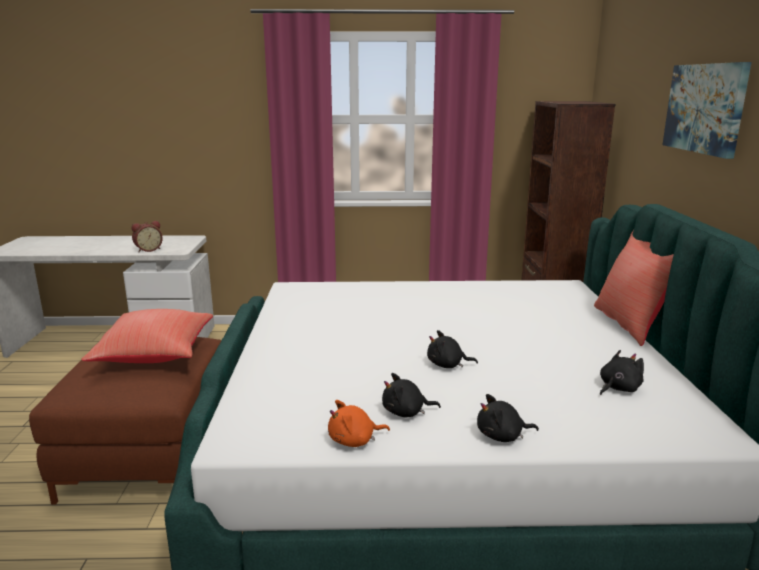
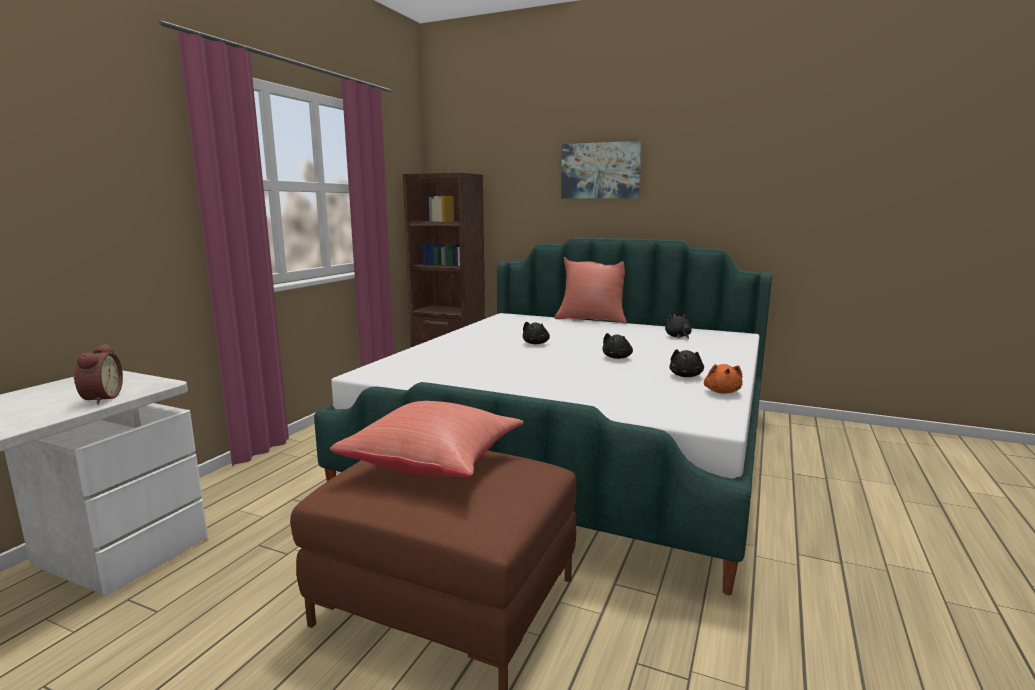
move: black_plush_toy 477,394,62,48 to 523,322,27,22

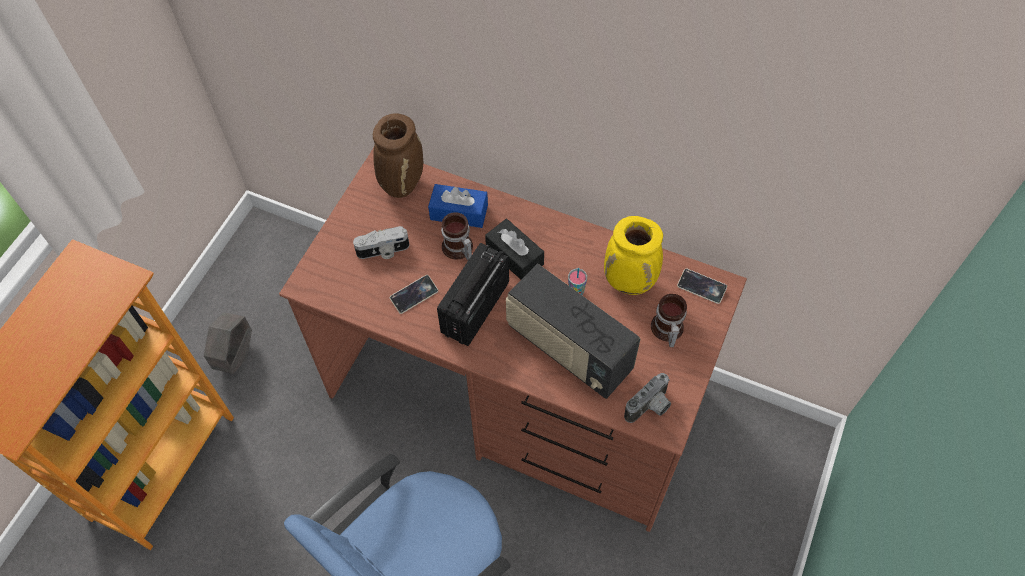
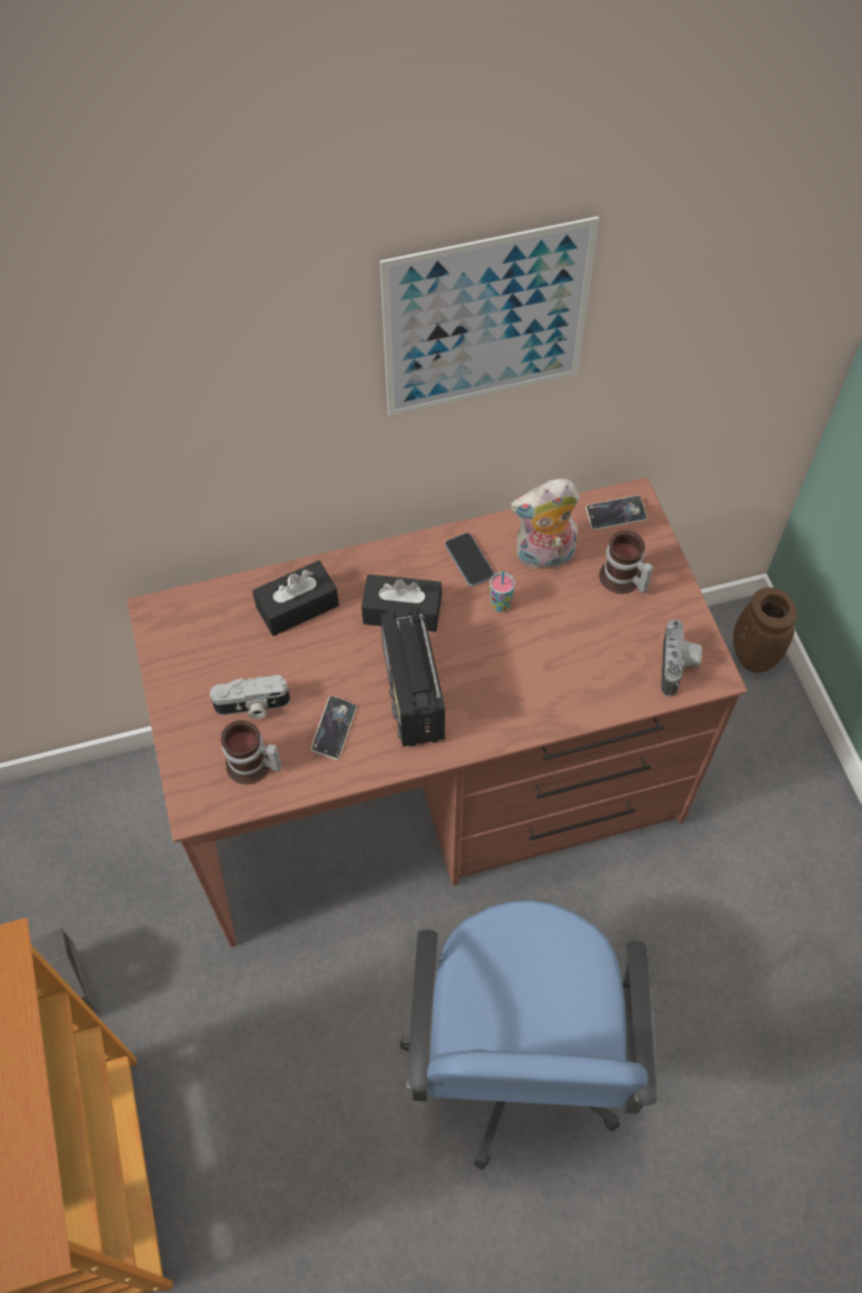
delete: radio 506,263,135,136
insert: picture 380,216,219,200; phone 445,533,49,53
move: brown_vase 373,113,50,85 to 733,587,64,86; mug 441,212,32,48 to 221,720,61,64
replace: yellow_vase 604,216,59,79 to plush_toy 510,478,70,91
recolor: blue_tissue_box 428,184,60,44 to black_tissue_box 253,560,86,76
rotate: photo_camera 353,226,56,33 = 210,675,80,44 45 degrees clockwise

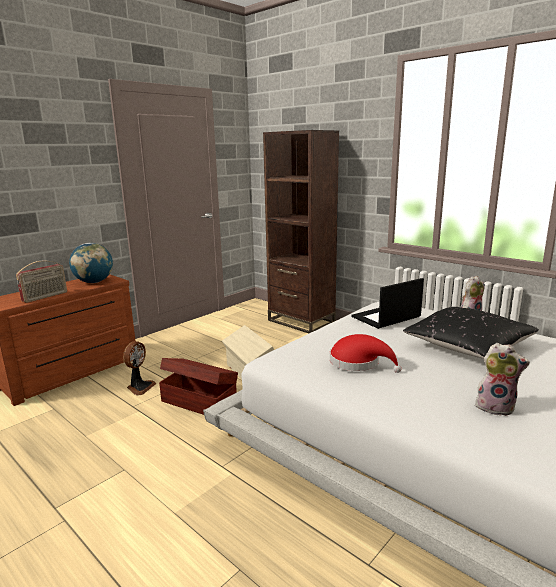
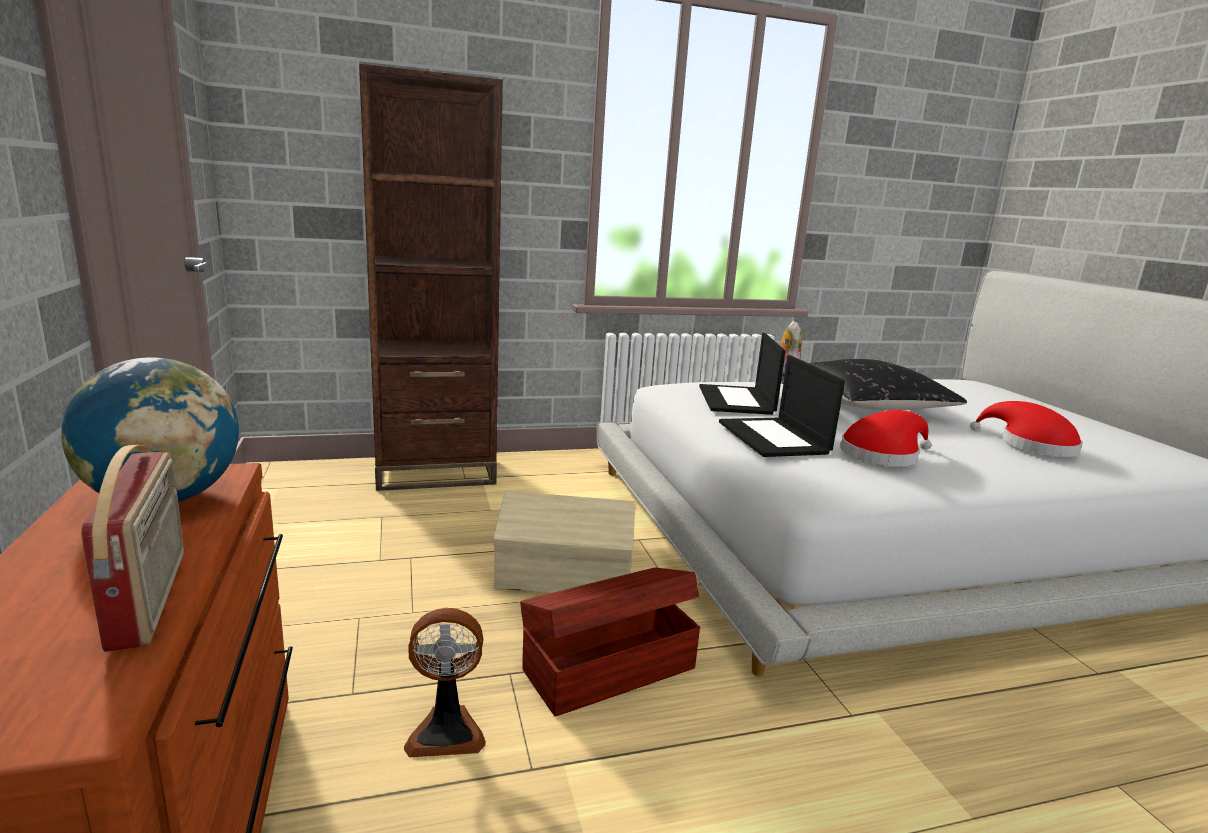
insert: laptop 719,355,126,102
replace: plush_toy 475,343,55,73 to red_hat 970,401,113,56
rotate: fan 123,341,34,54 = 404,608,82,149 120 degrees clockwise

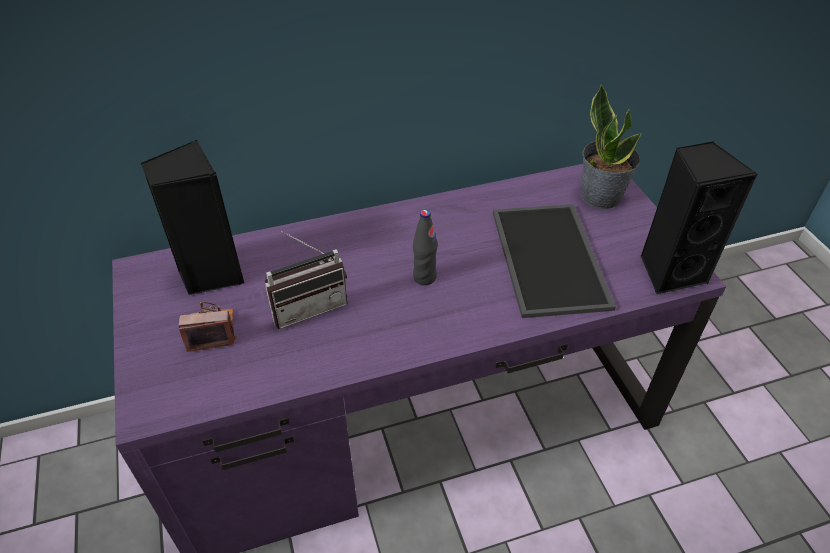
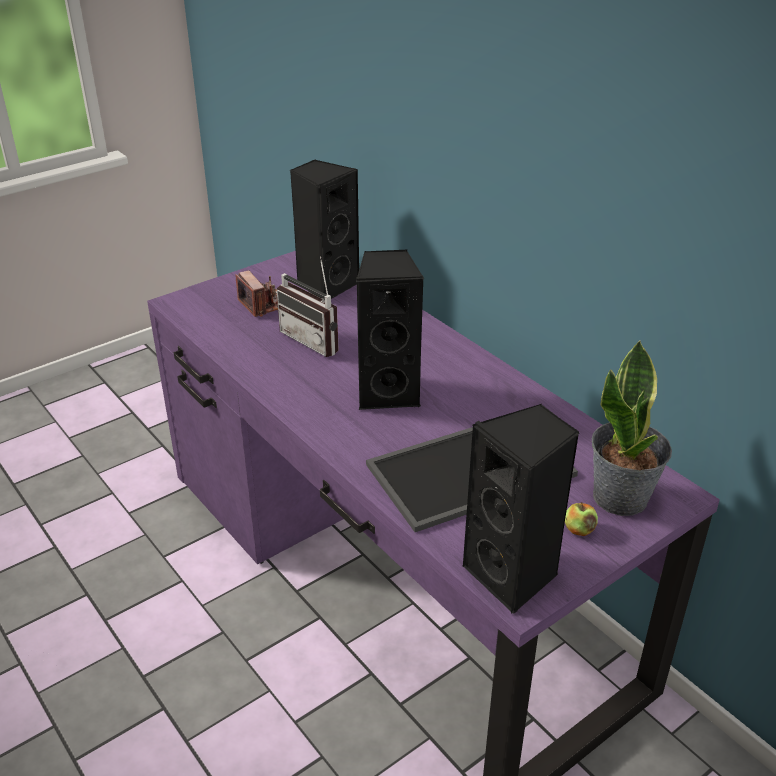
insert: apple 565,502,33,34
replace: black_bottle 413,210,25,75 to black_speaker 356,250,68,160

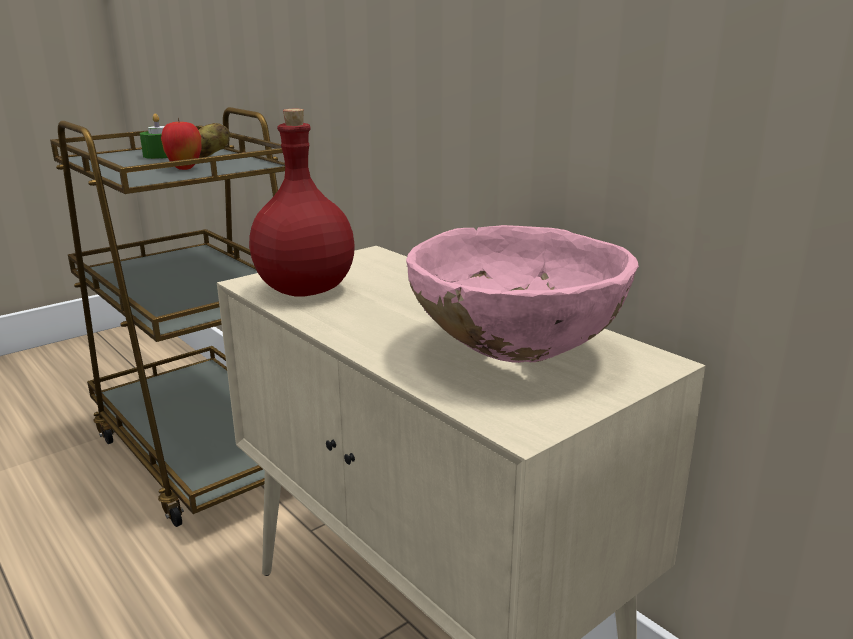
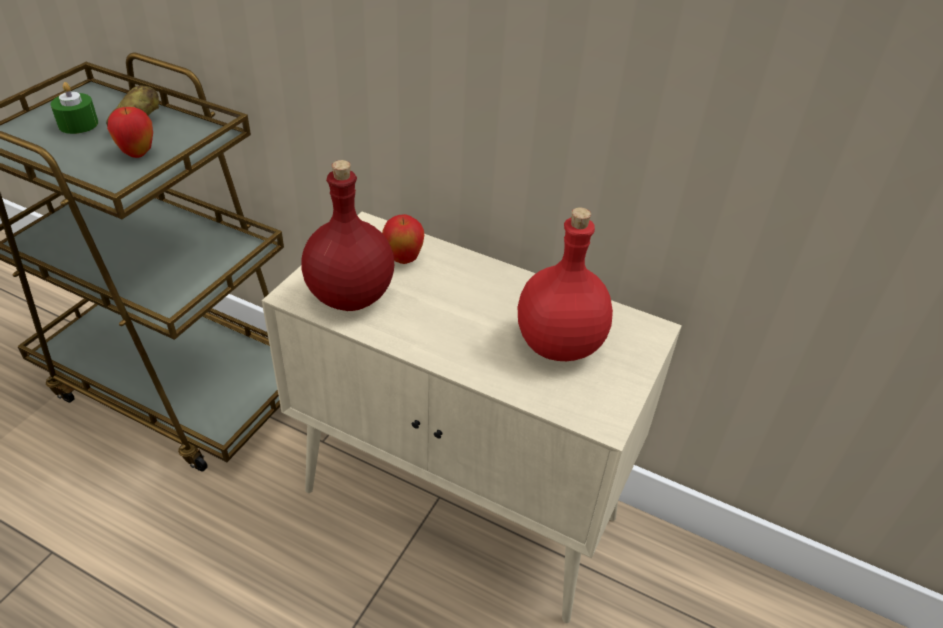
insert: apple 382,214,42,50
replace: pink_bowl 406,225,233,138 to red_bottle 518,208,95,153

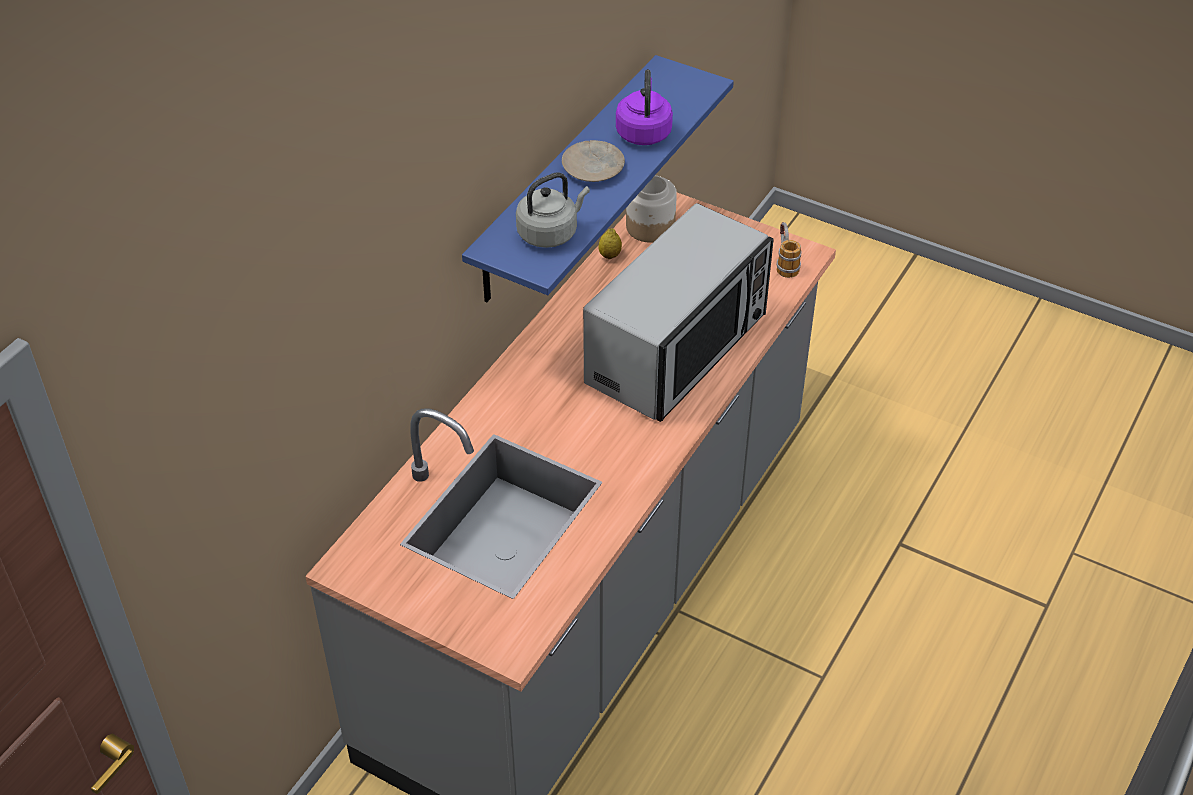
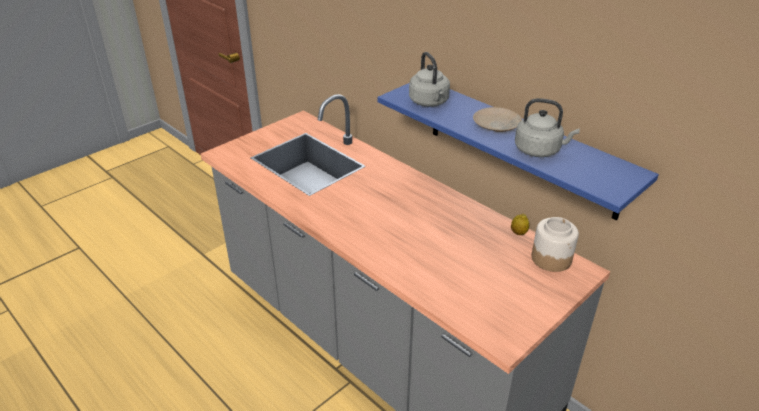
delete: microwave 583,203,191,219; mug 776,222,26,56
recolor: purple_kettle 616,69,57,76 to grey_kettle 515,98,65,59

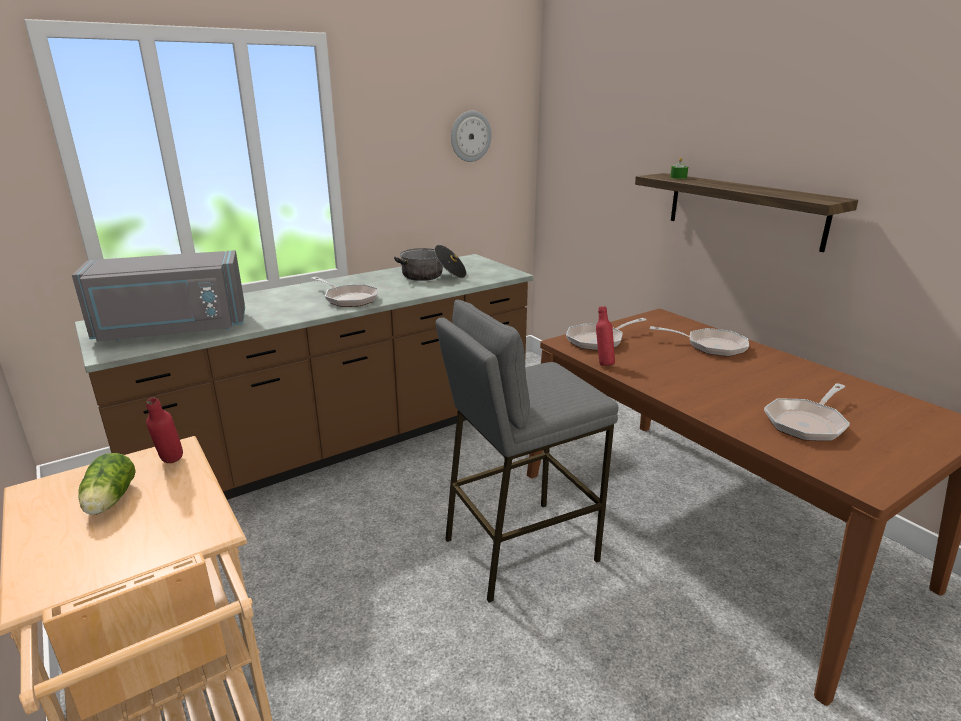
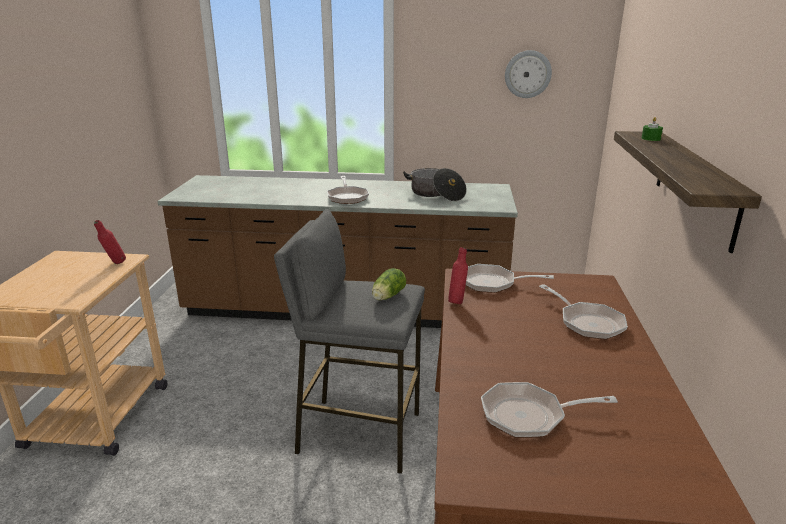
delete: grey_microwave 72,250,173,91
move: lettuce 78,453,58,62 to 372,268,34,32

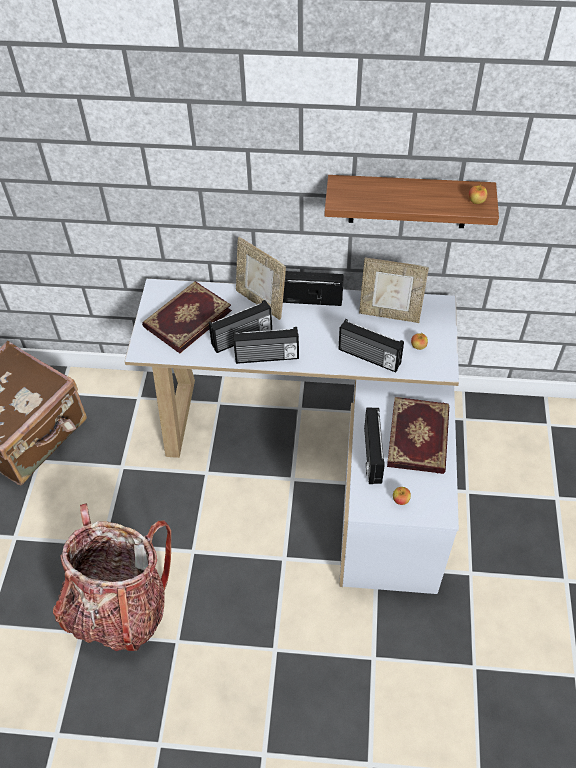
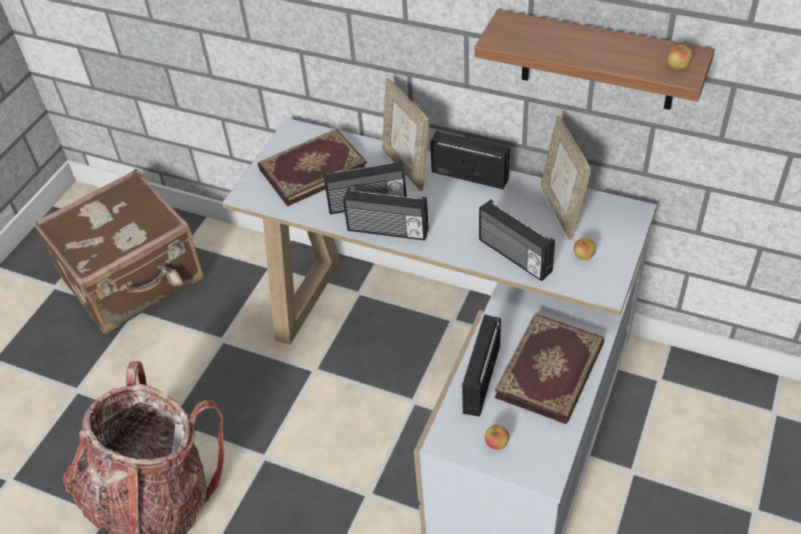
rotate: picture_frame 359,258,70,65 = 541,116,50,123 45 degrees clockwise

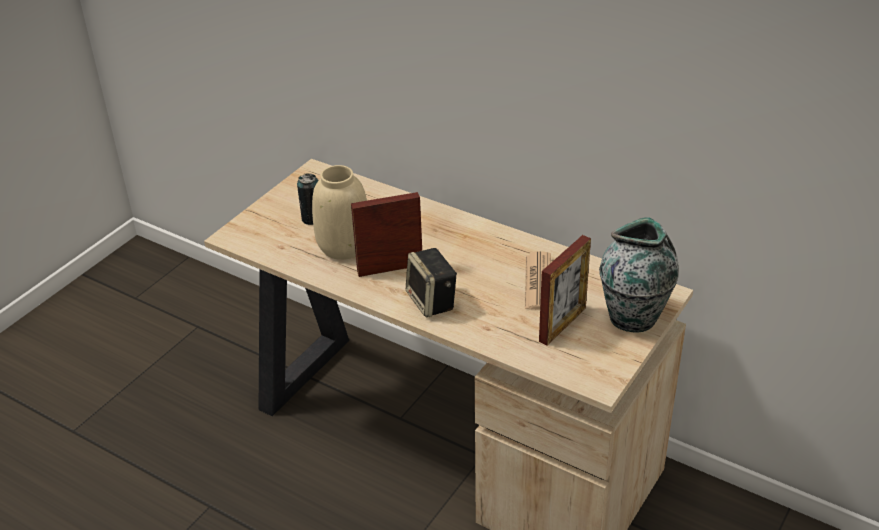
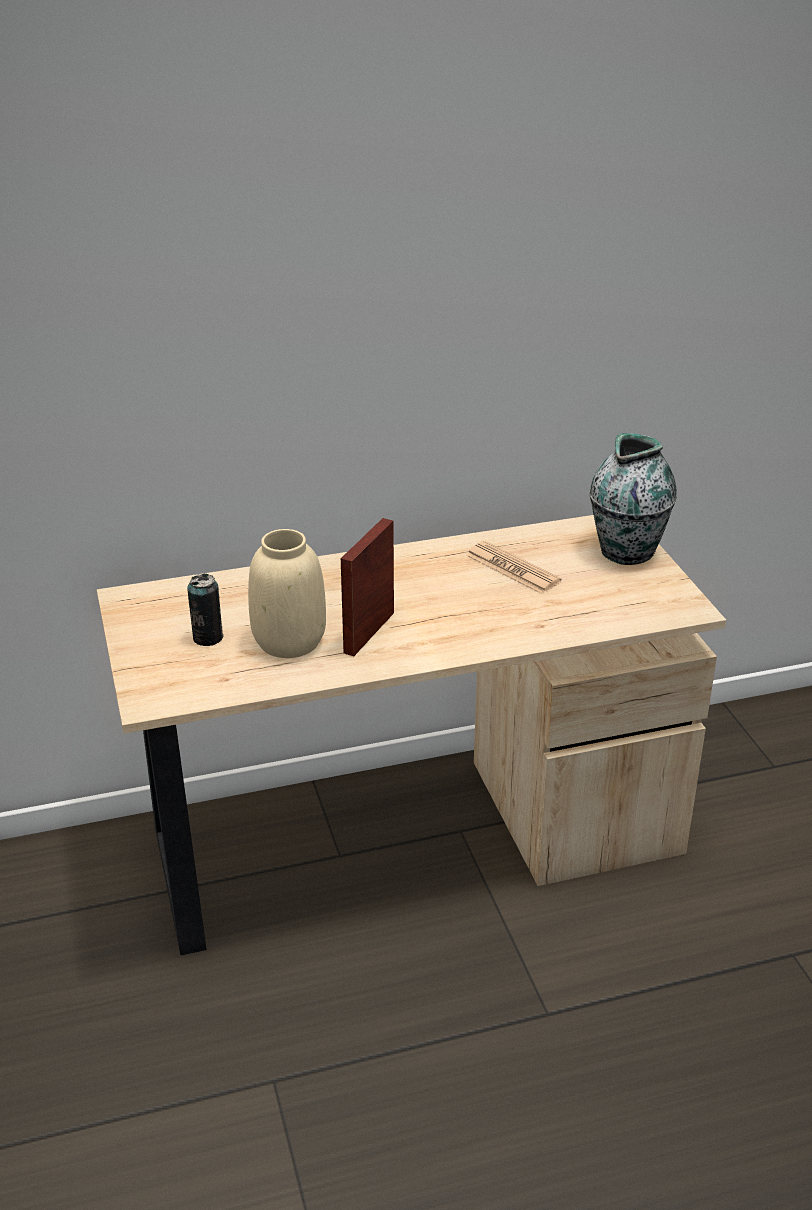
delete: speaker 406,248,51,70; picture_frame 539,235,52,111

